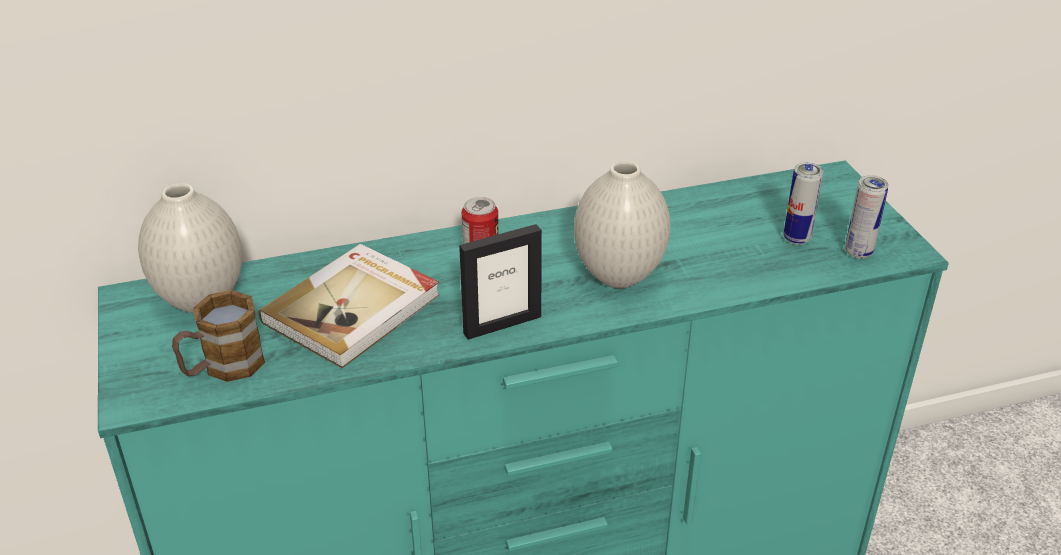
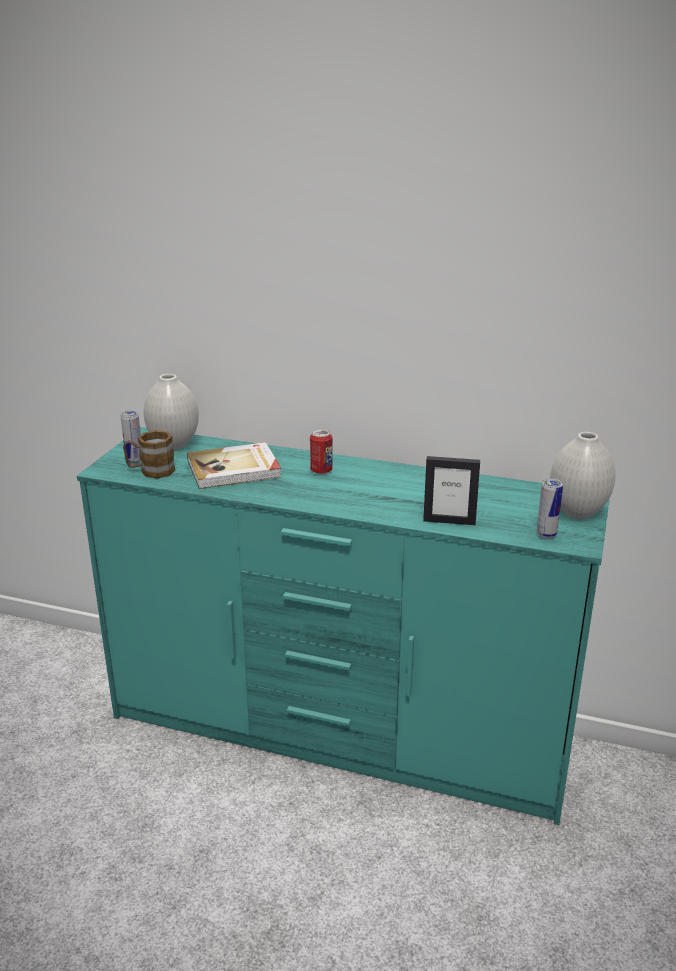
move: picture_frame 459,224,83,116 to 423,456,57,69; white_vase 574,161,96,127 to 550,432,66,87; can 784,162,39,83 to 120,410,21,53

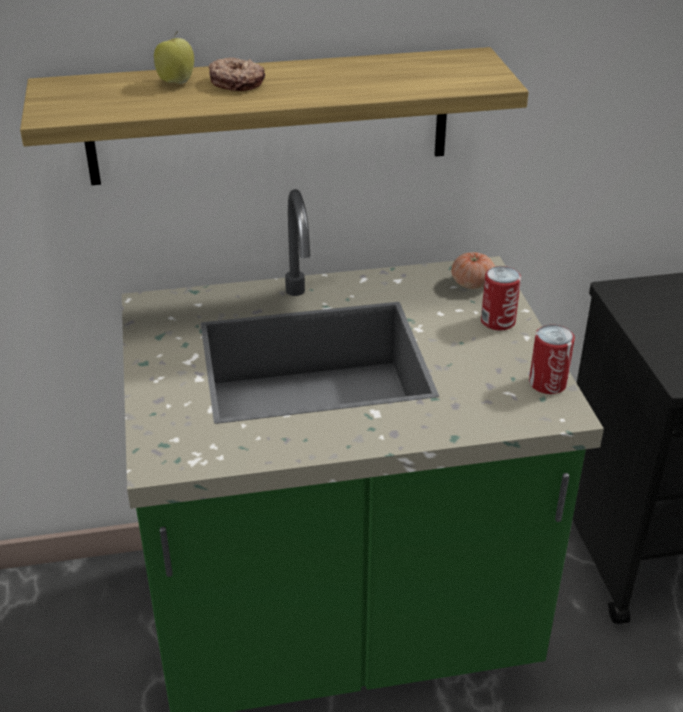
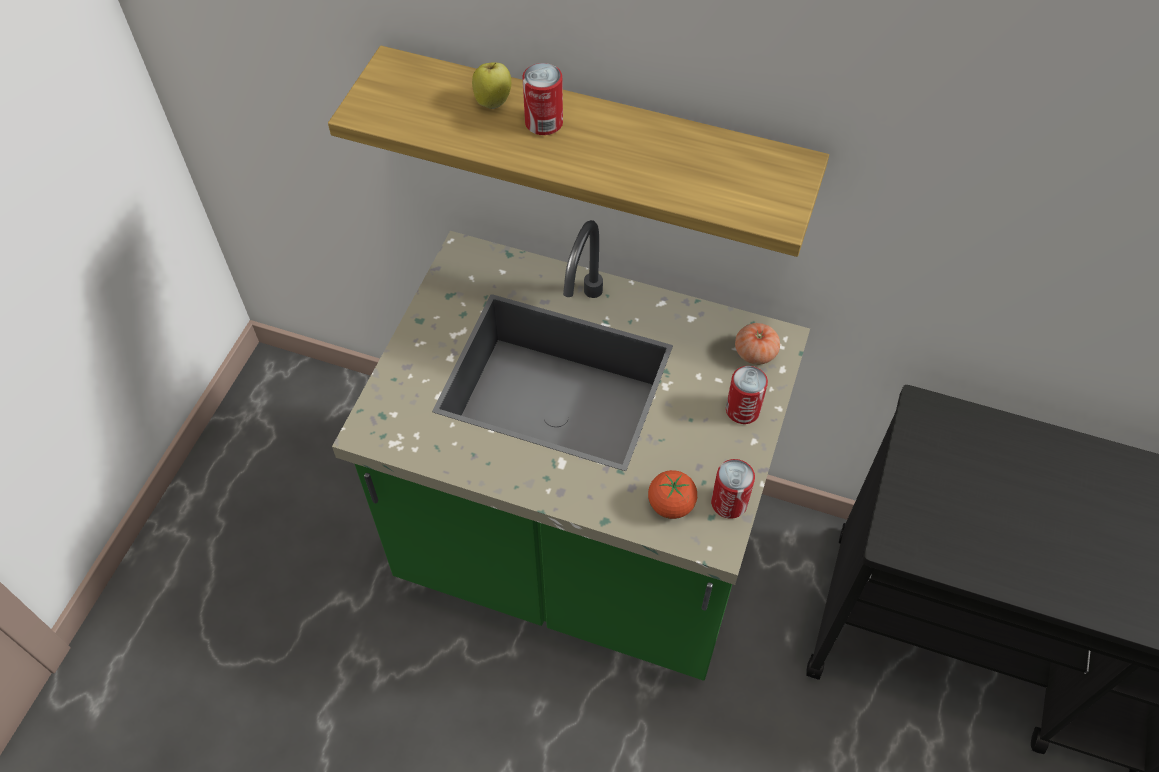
insert: tomato 648,470,49,49
replace: donut 209,57,56,34 to can 523,63,40,72

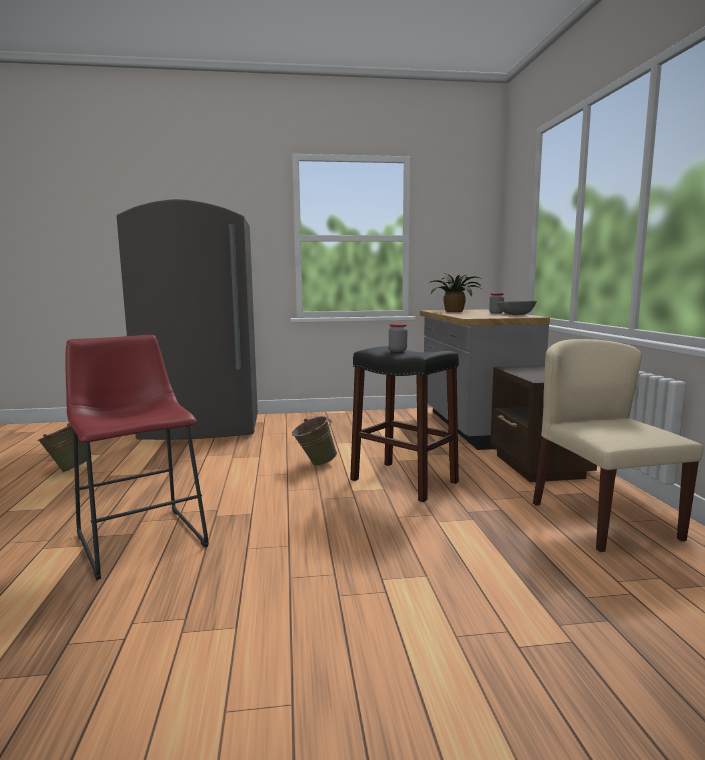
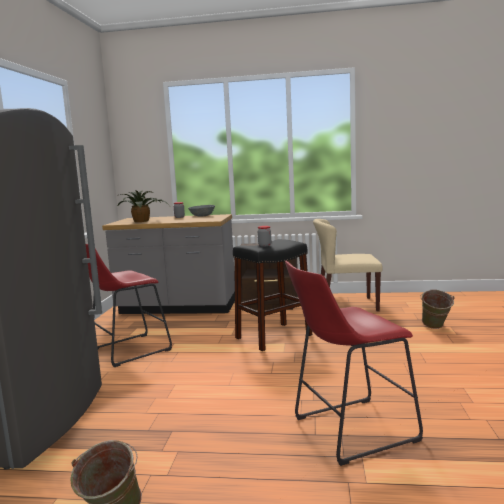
insert: red_stool 86,244,86,123
move: green_bucket 292,416,45,50 to 420,290,34,39

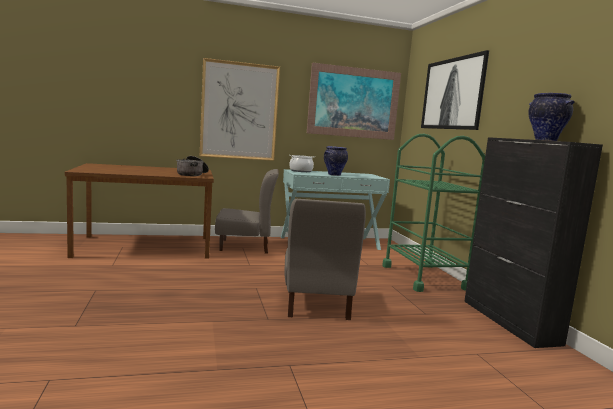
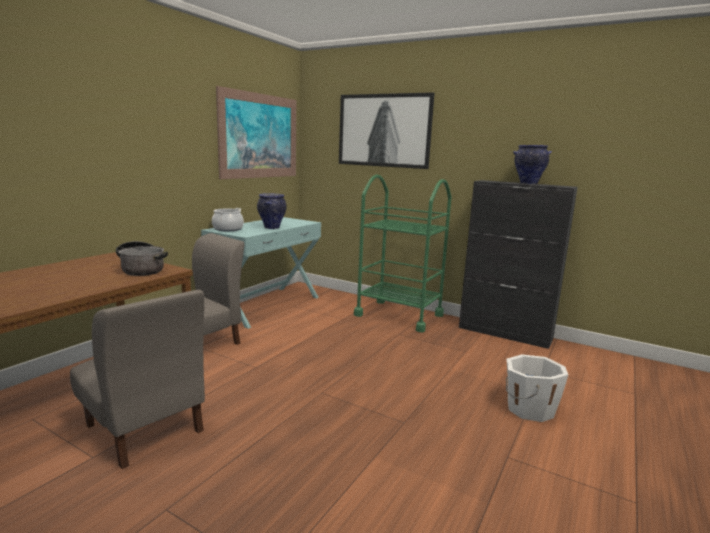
delete: picture 200,58,80,103
insert: white_bucket 506,354,62,68
move: grey_chair 284,199,82,121 to 70,290,135,179

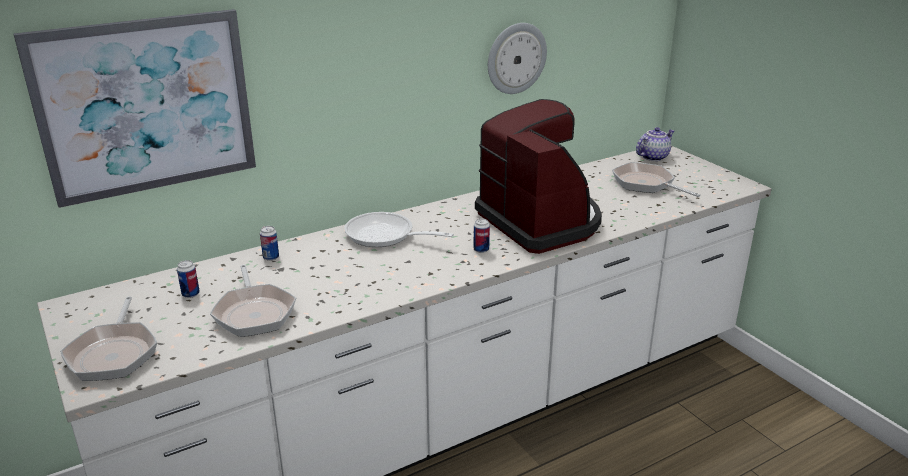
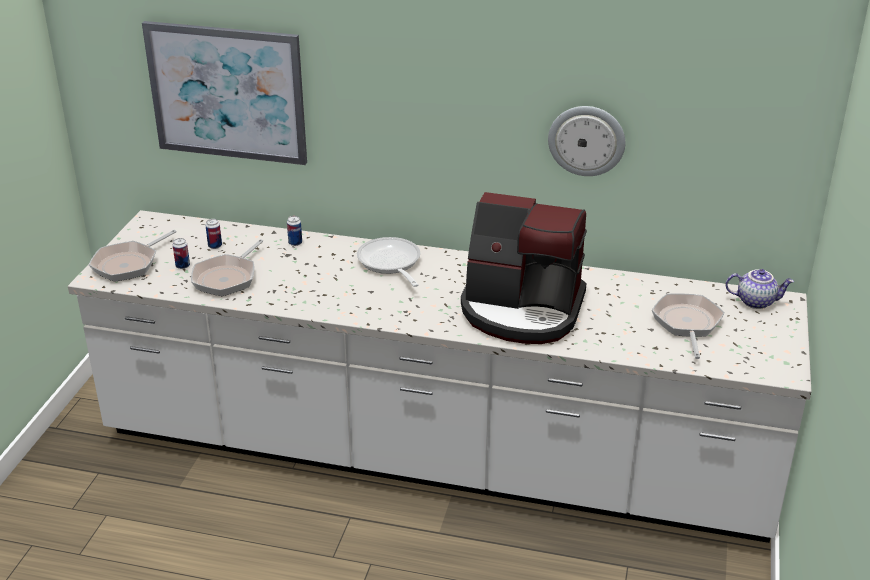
move: can 473,219,17,34 to 173,238,17,31
rotate: coffee_machine 475,99,127,155 = 461,192,126,152 90 degrees clockwise

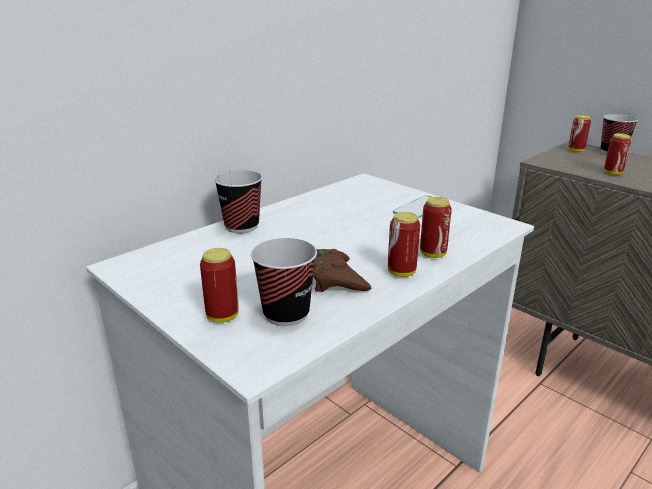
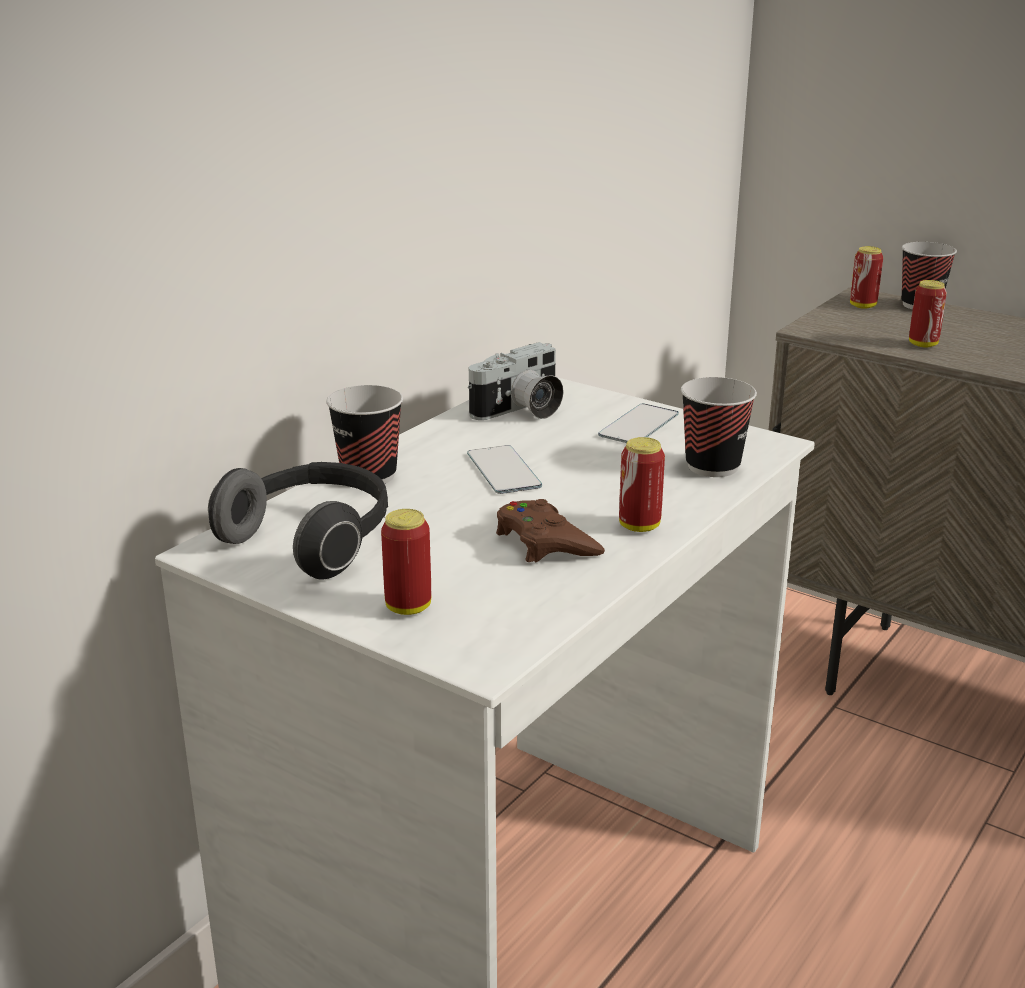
delete: can 420,197,32,61
insert: headphones 208,462,180,118; phone 467,445,75,49; photo_camera 468,342,96,78
move: cup 251,238,66,88 to 681,377,76,100

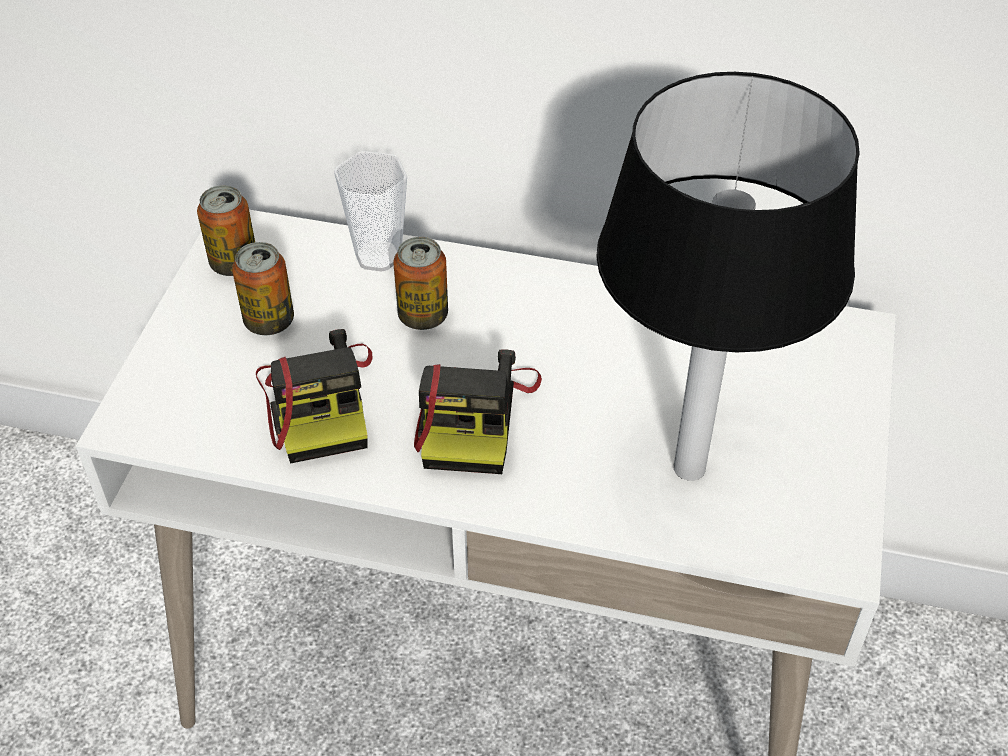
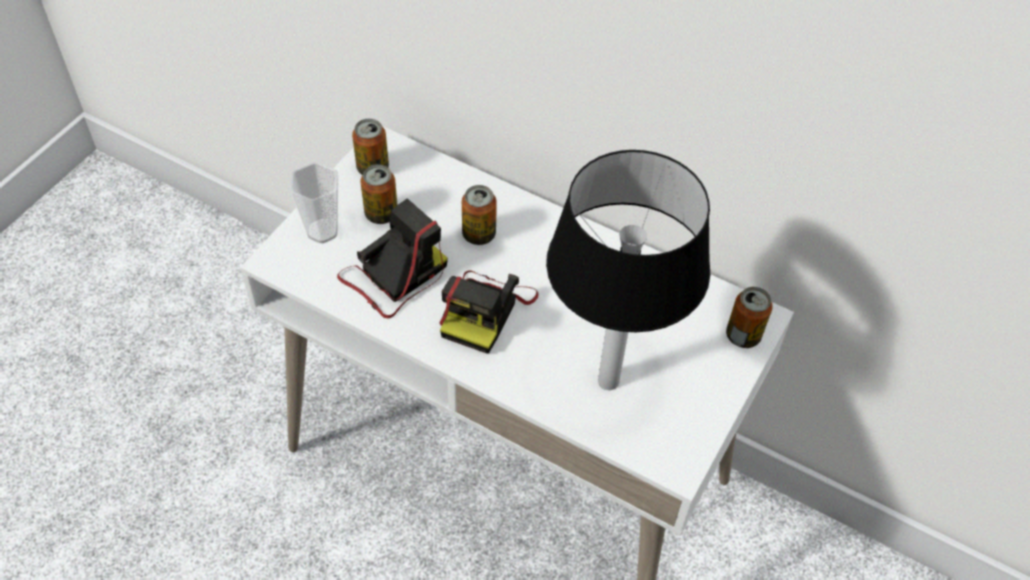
insert: can 726,287,47,61
move: cup 334,151,73,121 to 290,162,48,81
rotate: photo_camera 256,329,117,135 = 337,198,111,120 135 degrees counterclockwise

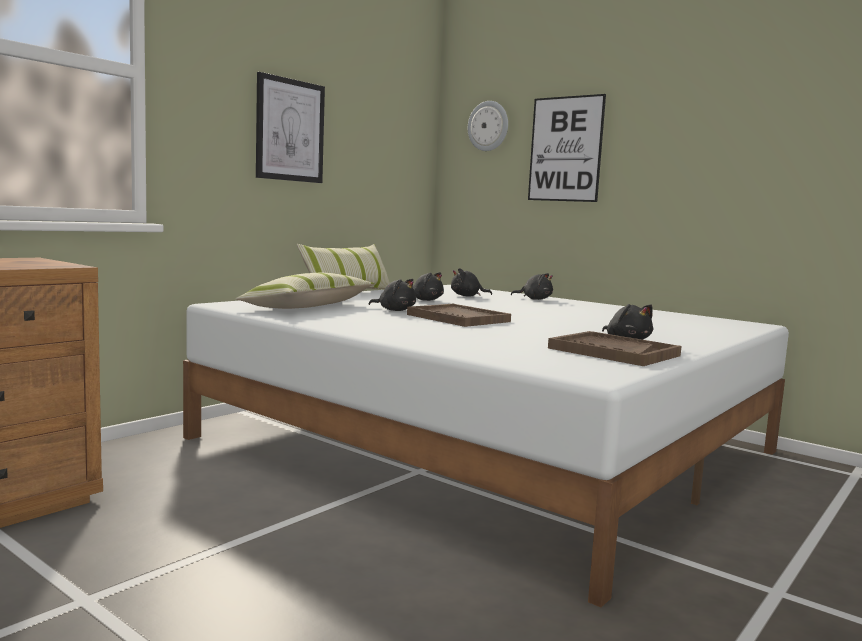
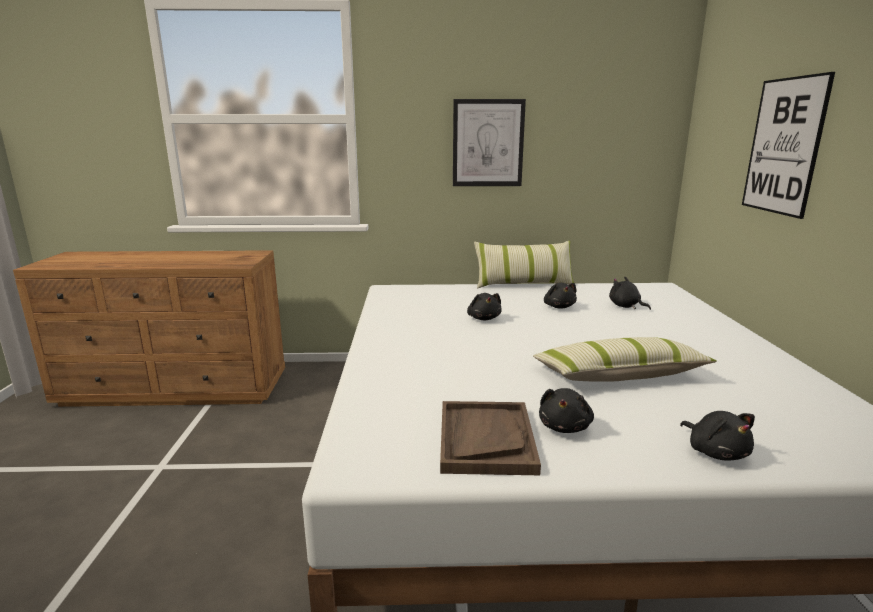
delete: brown_tray 407,304,104,23; wall_clock 468,101,40,50
move: pillow 236,273,138,36 to 533,337,184,45; black_plush_toy 511,273,42,27 to 680,411,75,49

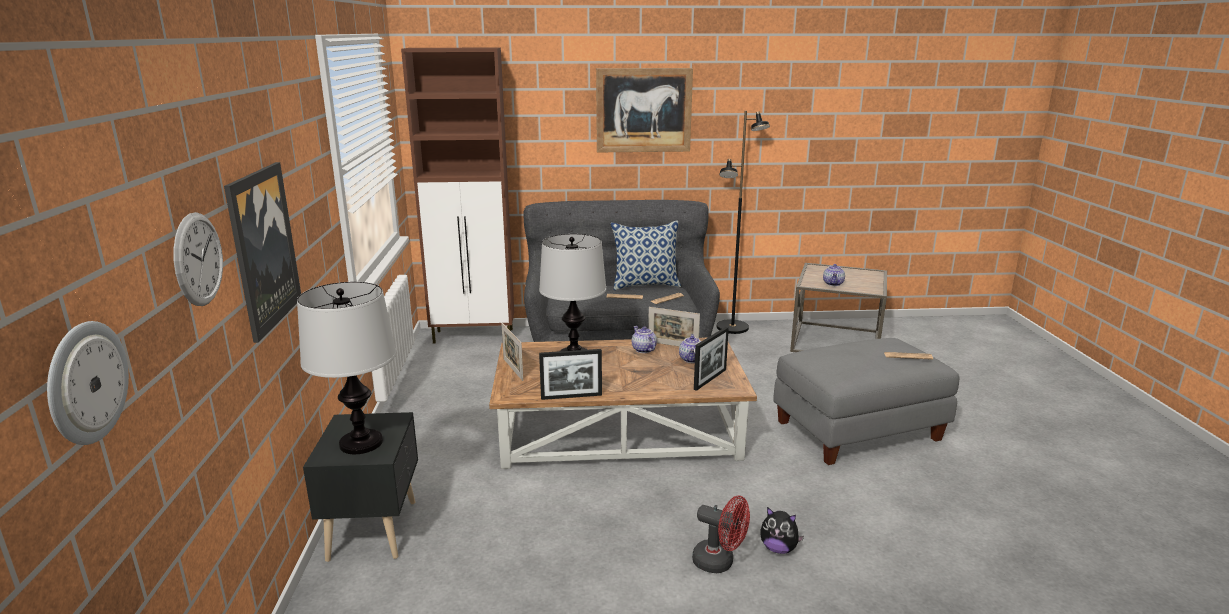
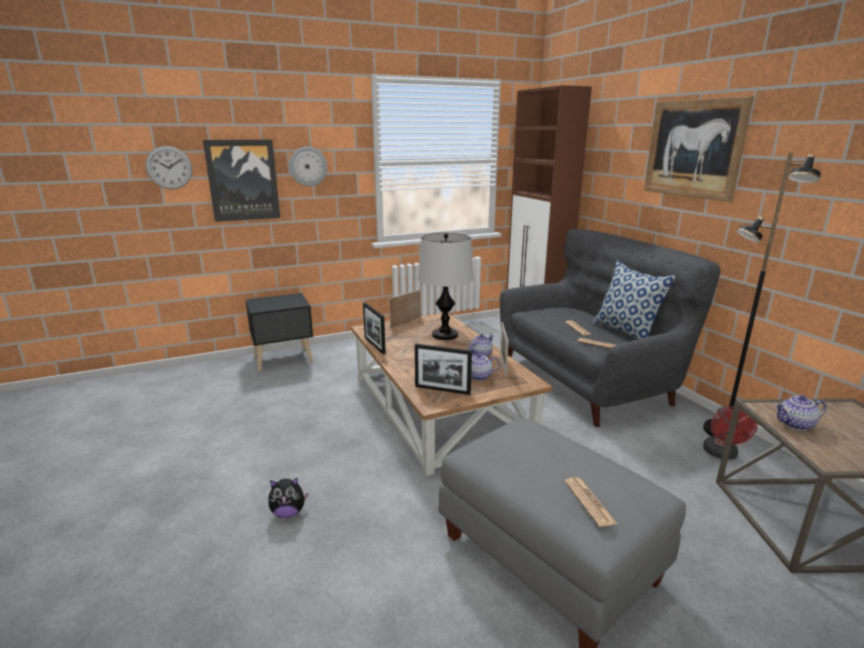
delete: table_lamp 297,282,99,172
move: wall_clock 47,321,82,124 to 289,147,38,39; red_fan 692,496,58,77 to 703,406,55,53
rotate: plush_toy 760,507,44,47 = 268,478,40,40 105 degrees counterclockwise

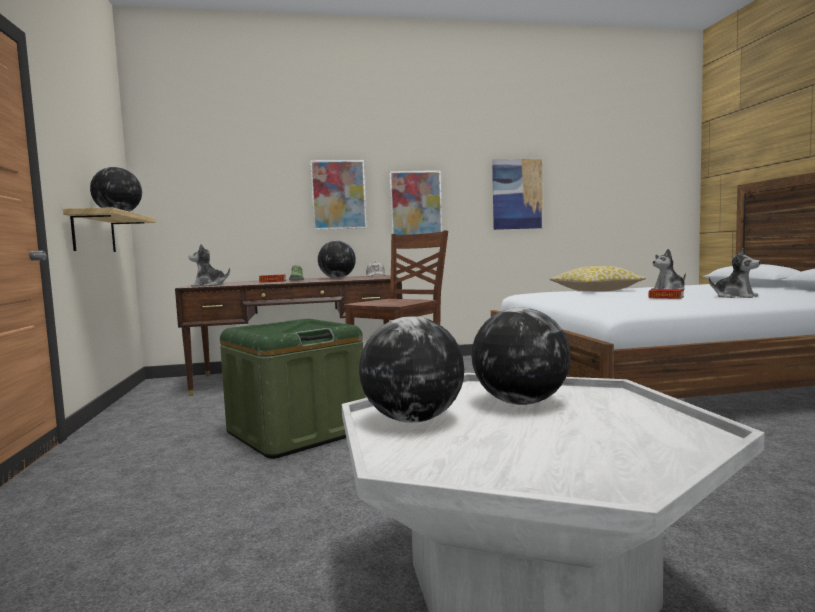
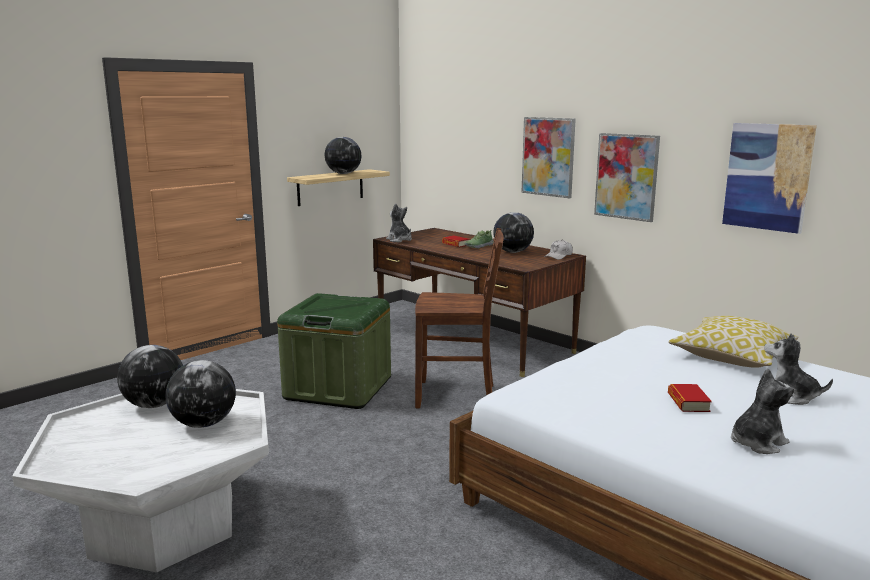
rotate: plush_toy 708,248,52,50 = 731,369,63,85 135 degrees counterclockwise

